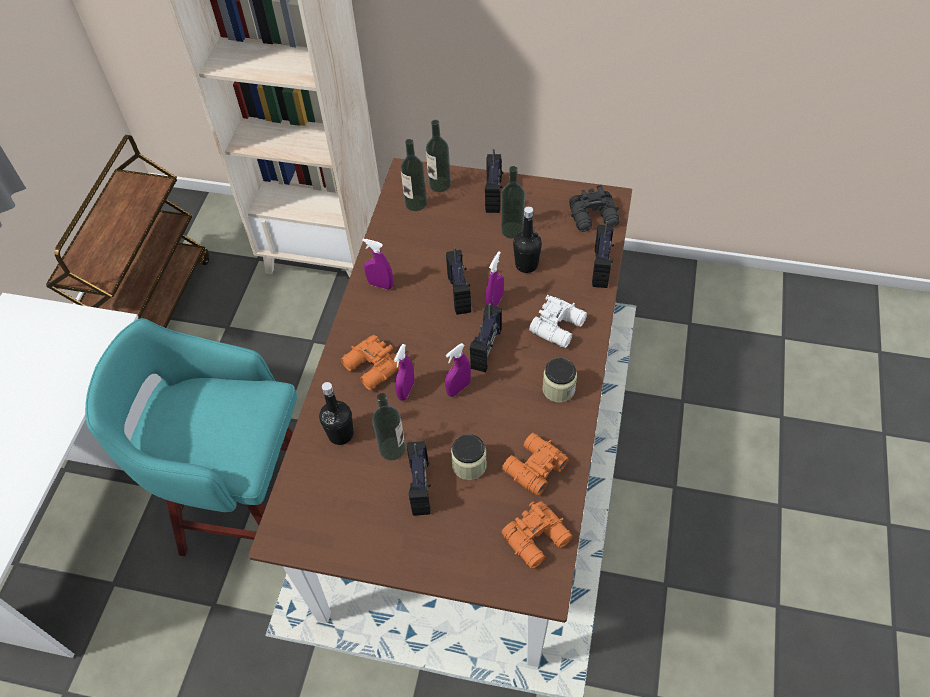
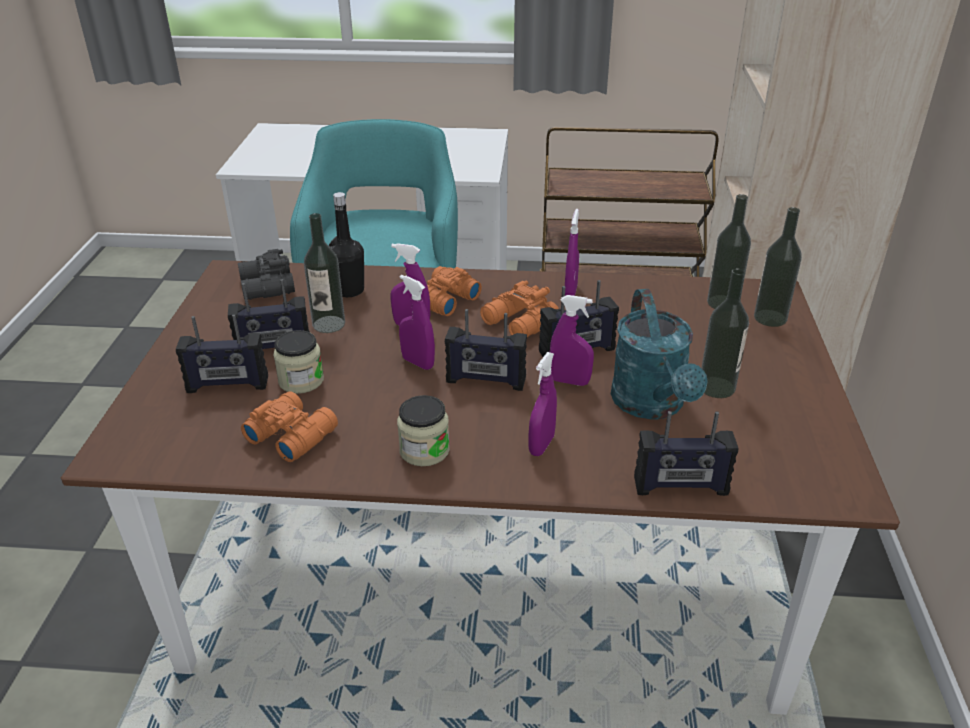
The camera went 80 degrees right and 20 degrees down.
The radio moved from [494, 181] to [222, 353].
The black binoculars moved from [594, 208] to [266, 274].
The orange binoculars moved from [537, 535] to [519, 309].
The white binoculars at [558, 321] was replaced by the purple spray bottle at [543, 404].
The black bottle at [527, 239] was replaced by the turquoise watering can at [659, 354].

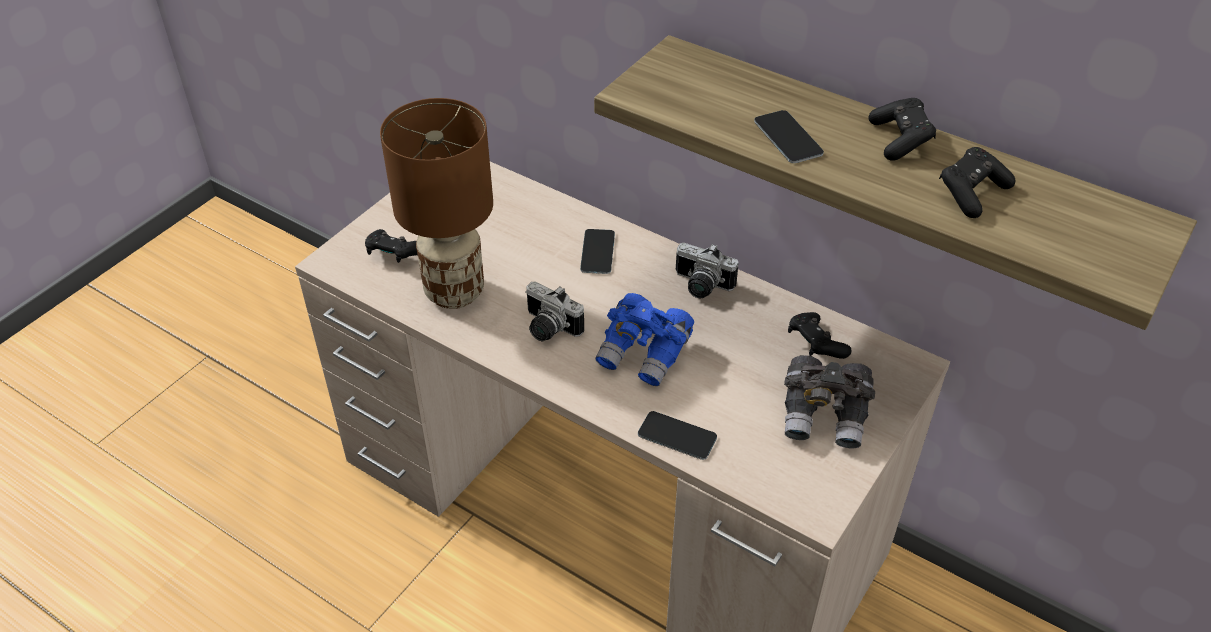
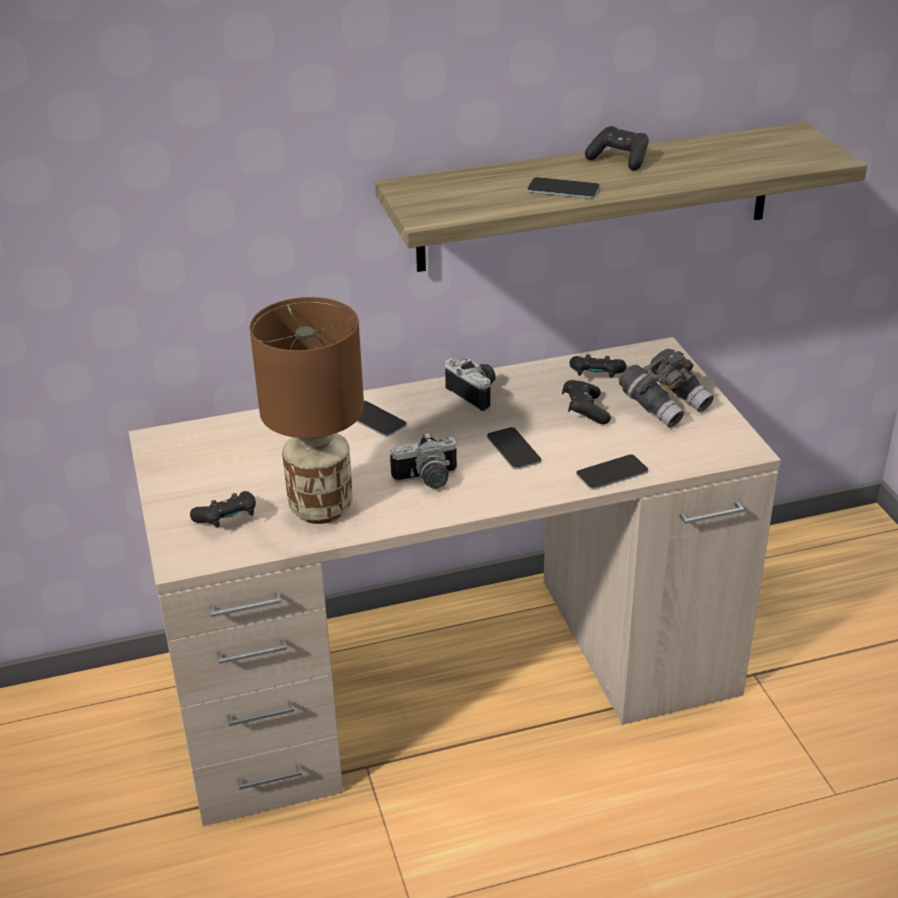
The camera went 50 degrees left and 10 degrees down.
The photo camera at [707, 270] turned 105 degrees counterclockwise.
The blue binoculars at [644, 339] was replaced by the phone at [514, 448].
The black game controller moved from [977, 182] to [586, 402].

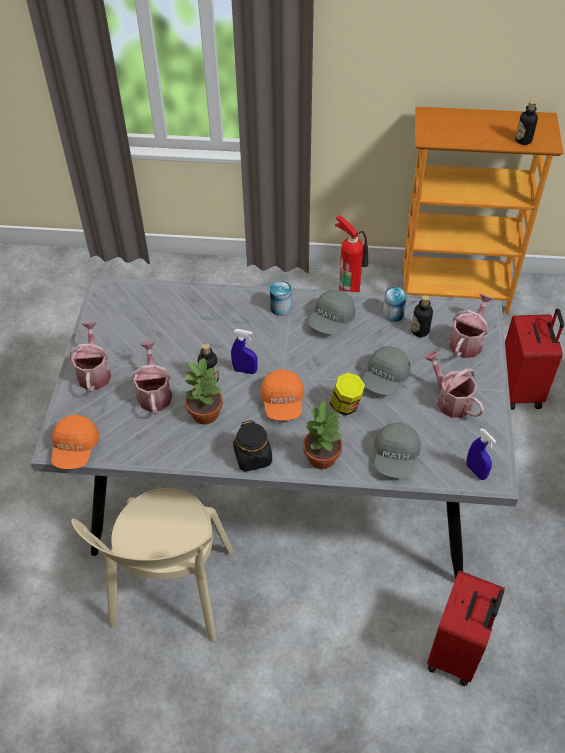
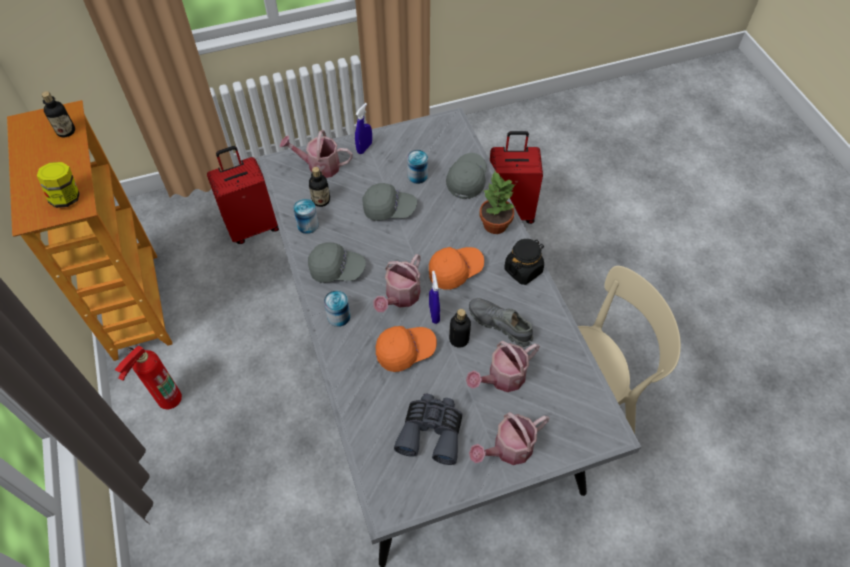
The camera went 115 degrees left and 5 degrees up.
The jar moved from [347, 394] to [58, 185].
The blue spray bottle moved from [481, 454] to [363, 128].
The watering can moved from [453, 384] to [397, 283].
The orange cap moved from [75, 441] to [406, 349].
The grey binoculars at [428, 429] appeared.
The can at [417, 167] appeared.
The grey cap at [397, 450] turned 60 degrees counterclockwise.
The potted plant at [203, 391] was replaced by the grey shoe at [501, 322].

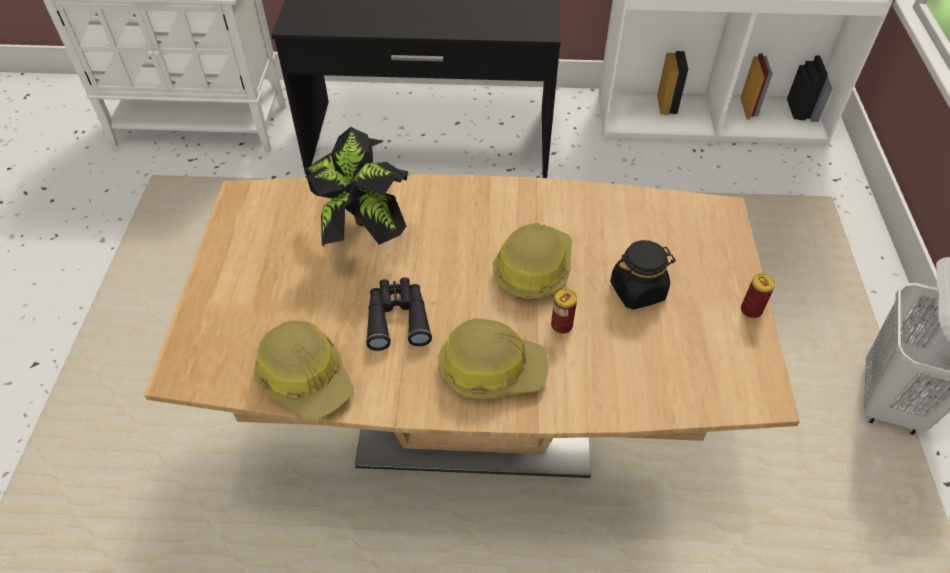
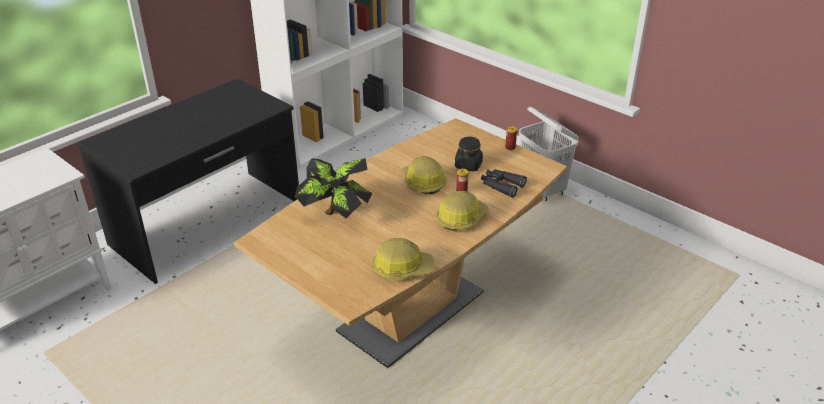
The camera went 50 degrees left and 15 degrees down.
The black binoculars moved from [399, 314] to [504, 183].

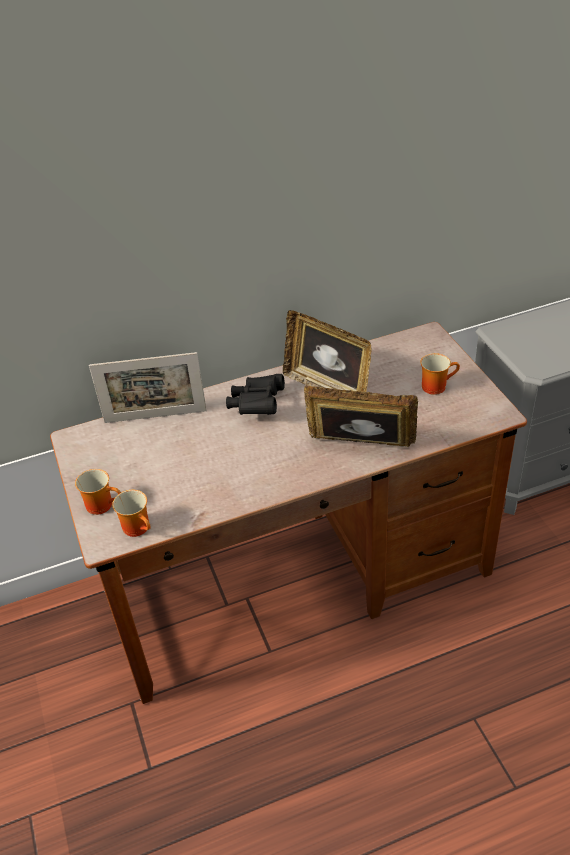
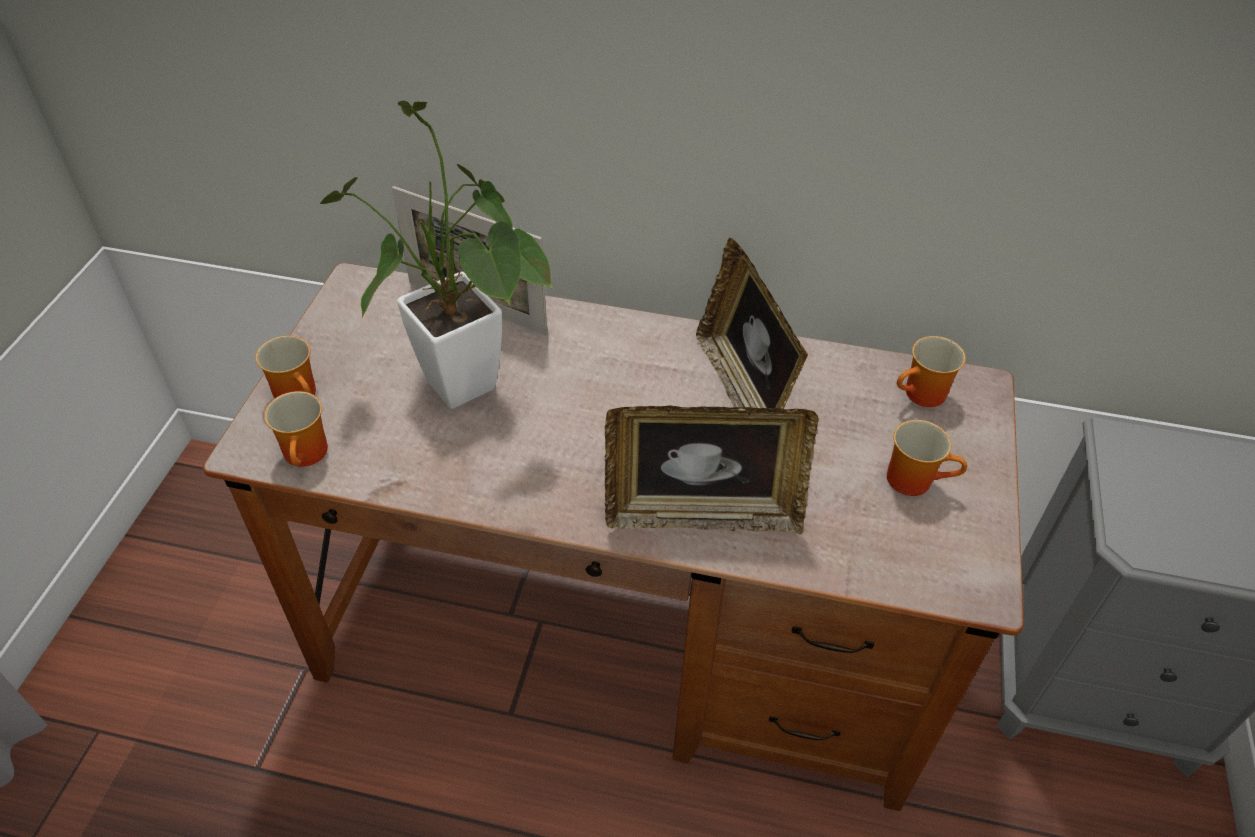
The camera went 30 degrees right and 5 degrees up.
The potted plant at [437, 255] appeared.
The picture frame at [361, 416] turned 135 degrees clockwise.
The mug at [931, 371] appeared.
The black binoculars at [255, 394] disappeared.

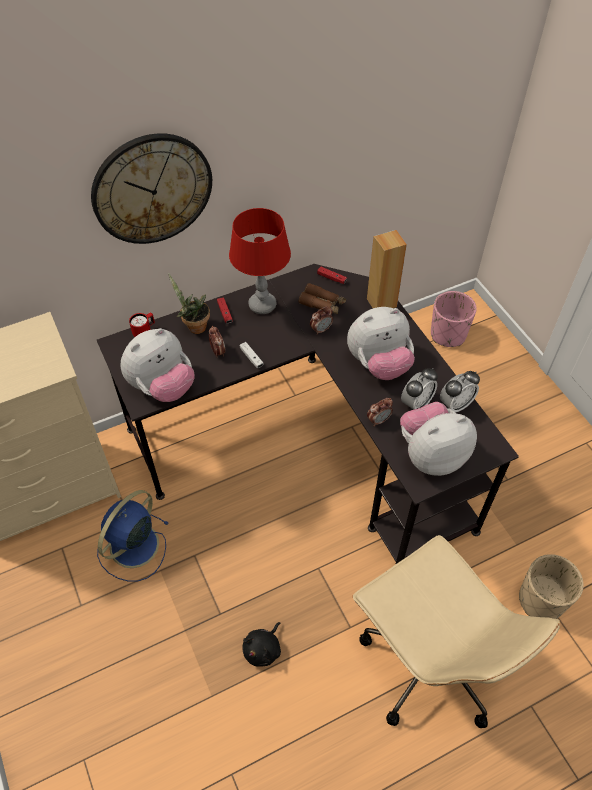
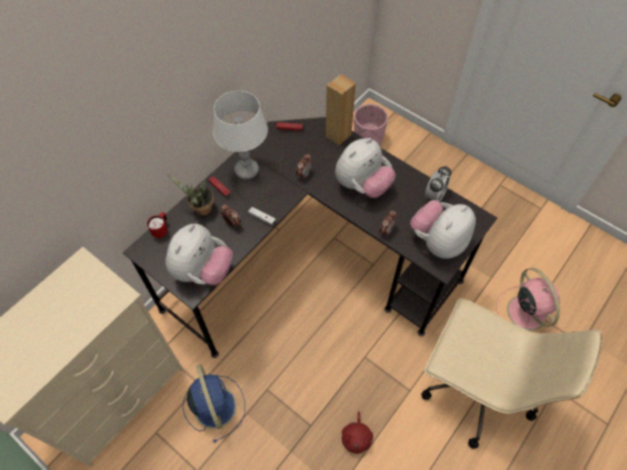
The camera went 25 degrees left and 5 degrees up.
The blue fan at [132, 536] turned 150 degrees clockwise.
The red table lamp at [260, 261] became the white table lamp at [240, 135].
The black plush toy at [261, 644] became the red plush toy at [357, 432].
The beige planter at [551, 586] was replaced by the pink fan at [528, 300].
The wall clock at [151, 188] disappeared.
The brown binoculars at [322, 298] disappeared.
The alarm clock at [419, 389] disappeared.

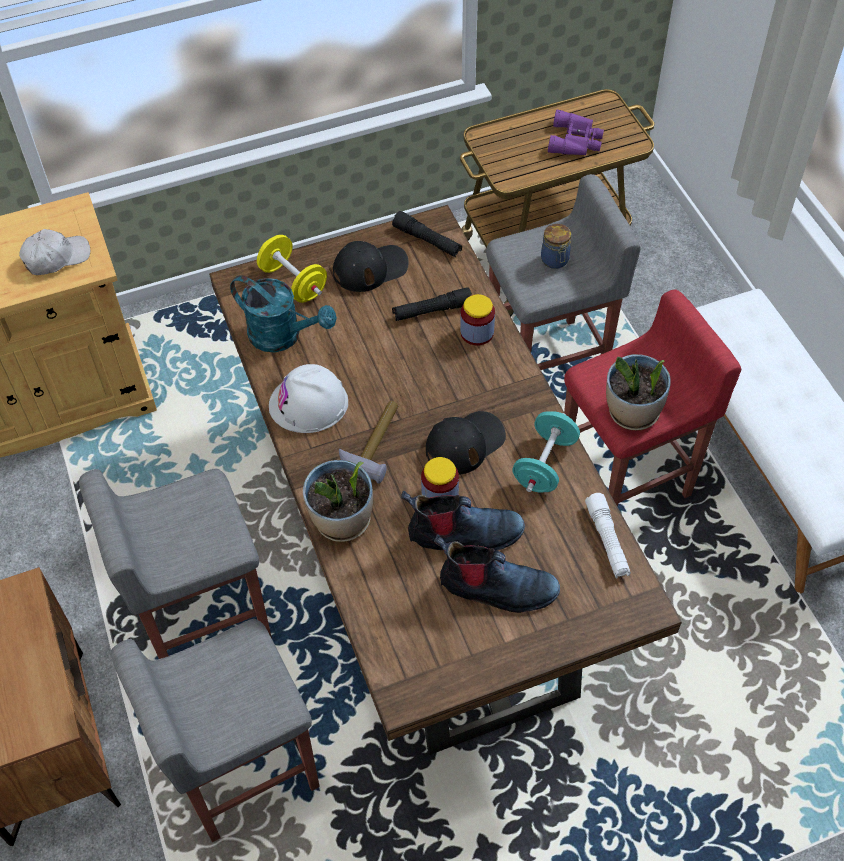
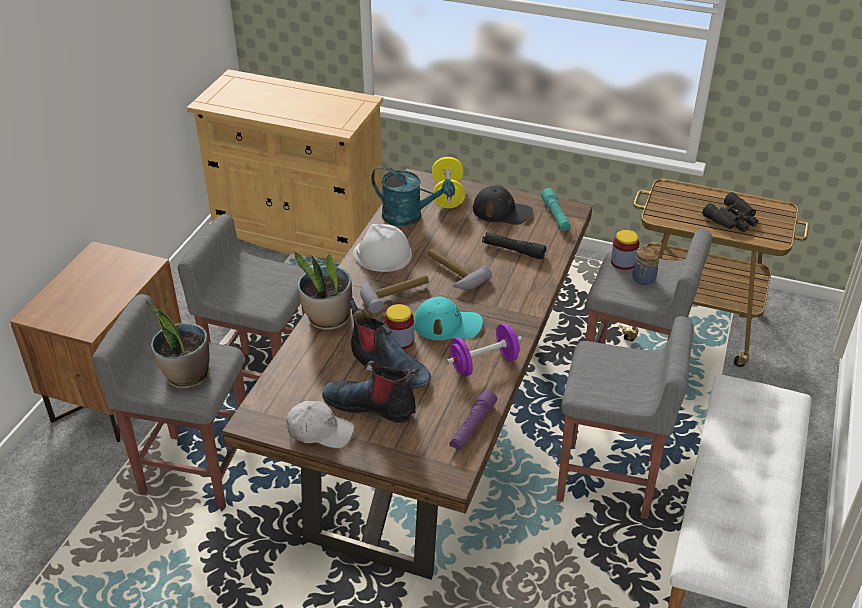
The camera went 40 degrees right and 15 degrees down.
The potted plant moved from [638, 392] to [178, 344].
The white cap moved from [54, 252] to [320, 424].
The boot at [497, 573] turned 150 degrees clockwise.
The turquoise watering can at [283, 313] turned 45 degrees counterclockwise.
The black cap at [466, 443] became the turquoise cap at [448, 318].
The hammer at [460, 269] appeared.
The turquoise dumbbell at [546, 452] became the purple dumbbell at [484, 349].
The white flashlight at [608, 536] became the purple flashlight at [473, 420].
The black flashlight at [427, 234] became the turquoise flashlight at [556, 209].
The red stool at [652, 398] became the grey stool at [625, 417].
The jar moved from [477, 320] to [625, 250].
The purple binoculars at [576, 132] became the black binoculars at [730, 212].

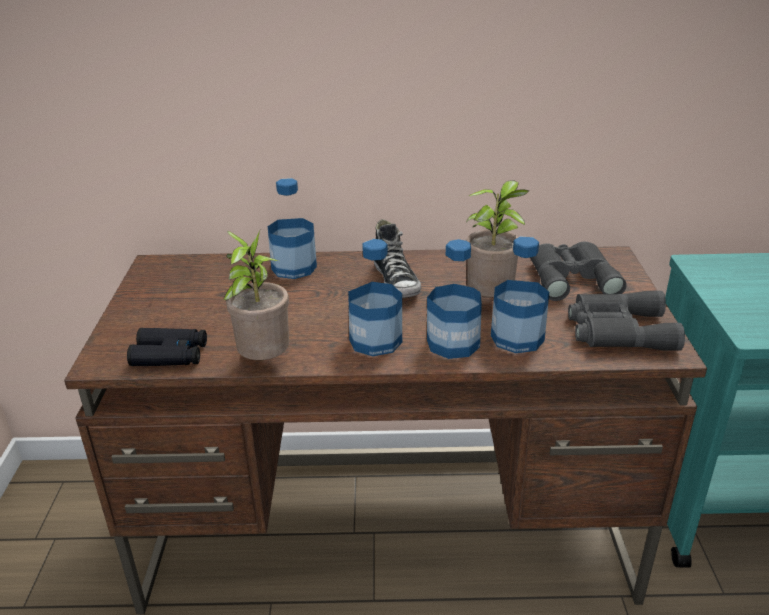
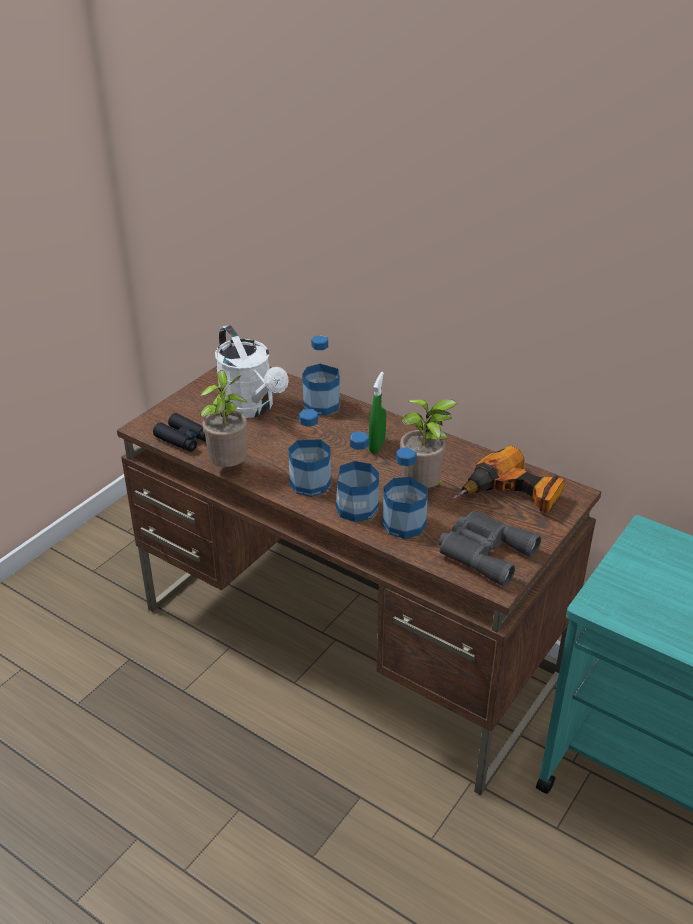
The camera went 35 degrees right and 5 degrees up.
The white watering can at [252, 371] appeared.
The shoe at [397, 258] was replaced by the green spray bottle at [377, 412].
The grey binoculars at [578, 271] was replaced by the power drill at [508, 479].

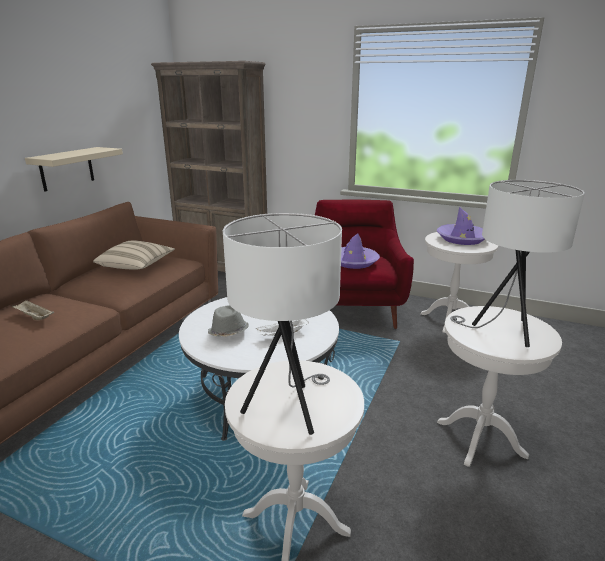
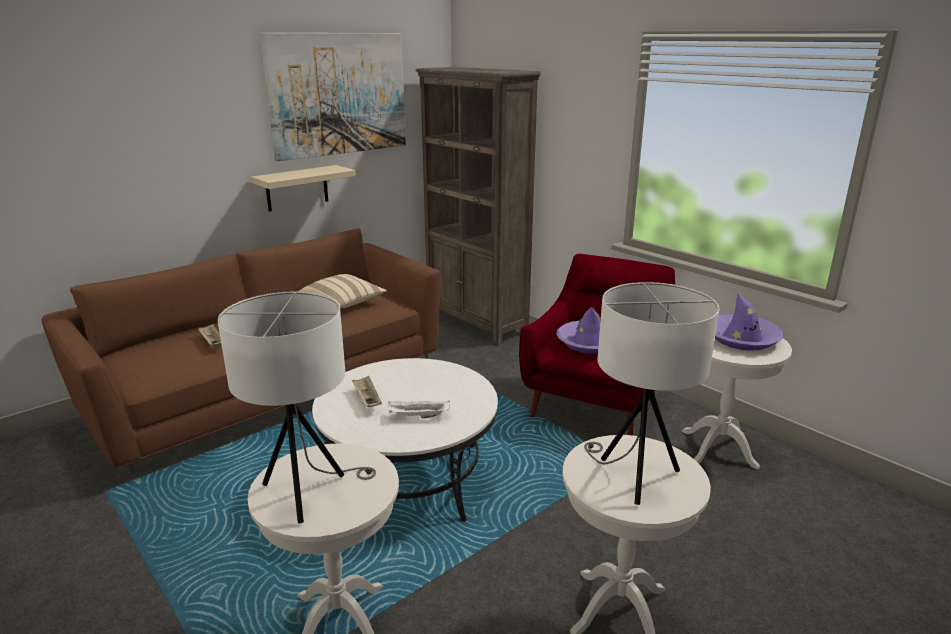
The camera went 25 degrees right and 0 degrees up.
The picture at [333, 97] appeared.
The grey hat at [228, 321] was replaced by the beige tray at [367, 391].

